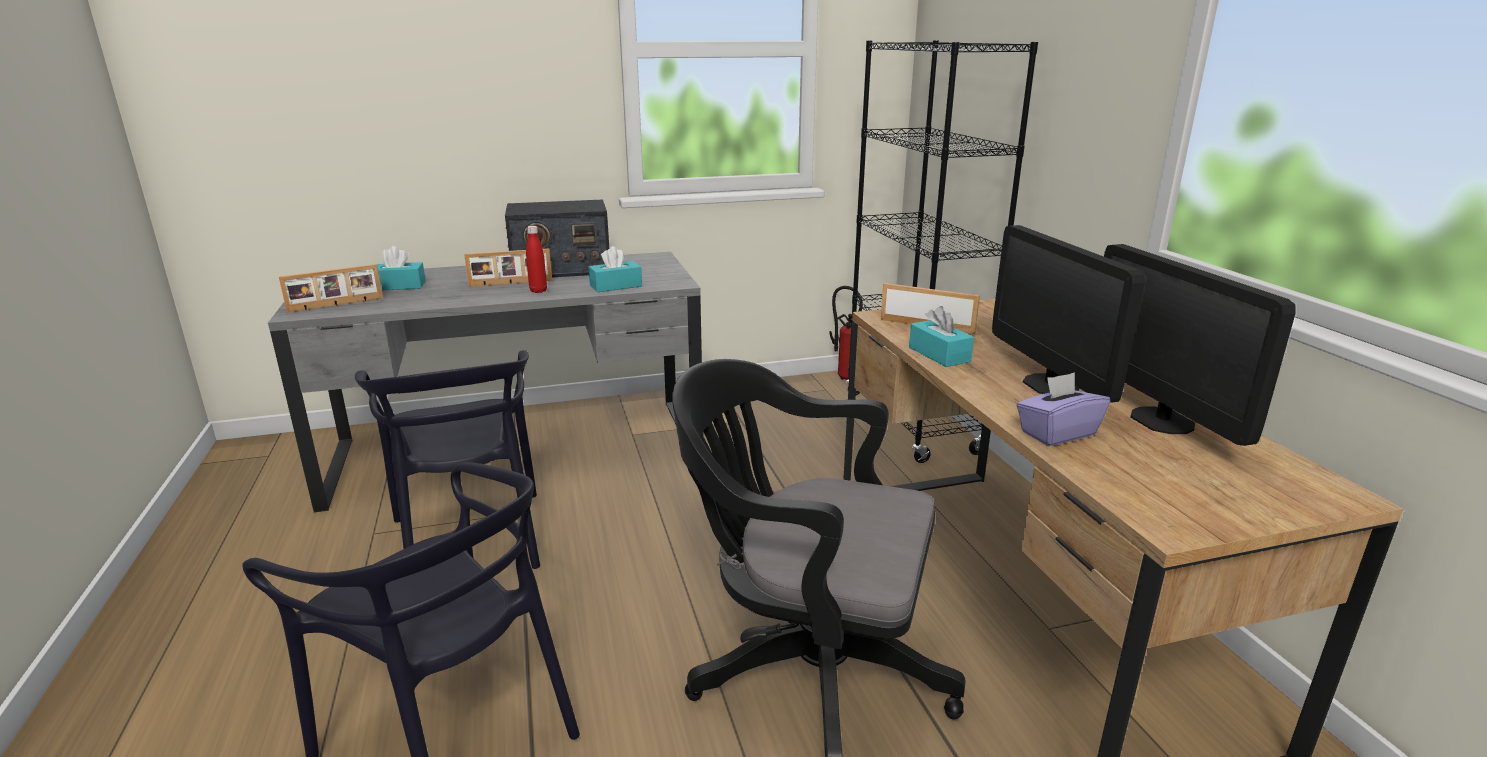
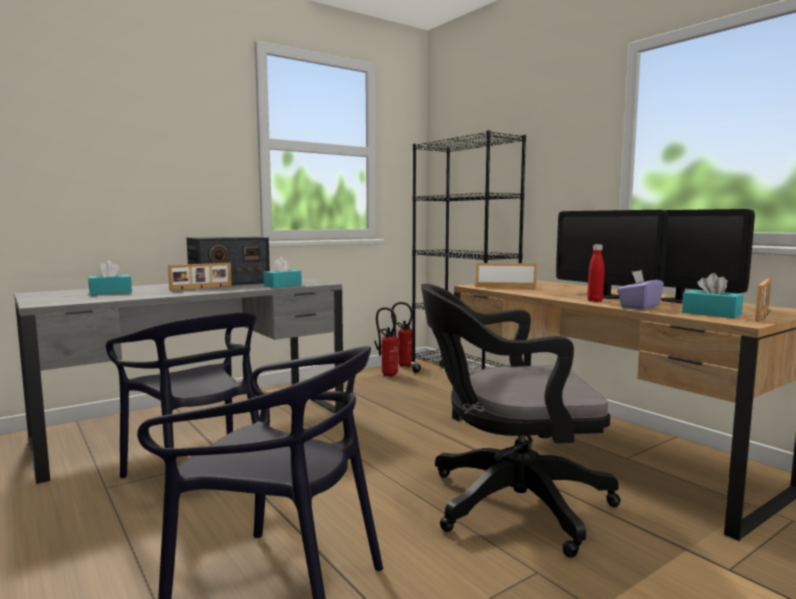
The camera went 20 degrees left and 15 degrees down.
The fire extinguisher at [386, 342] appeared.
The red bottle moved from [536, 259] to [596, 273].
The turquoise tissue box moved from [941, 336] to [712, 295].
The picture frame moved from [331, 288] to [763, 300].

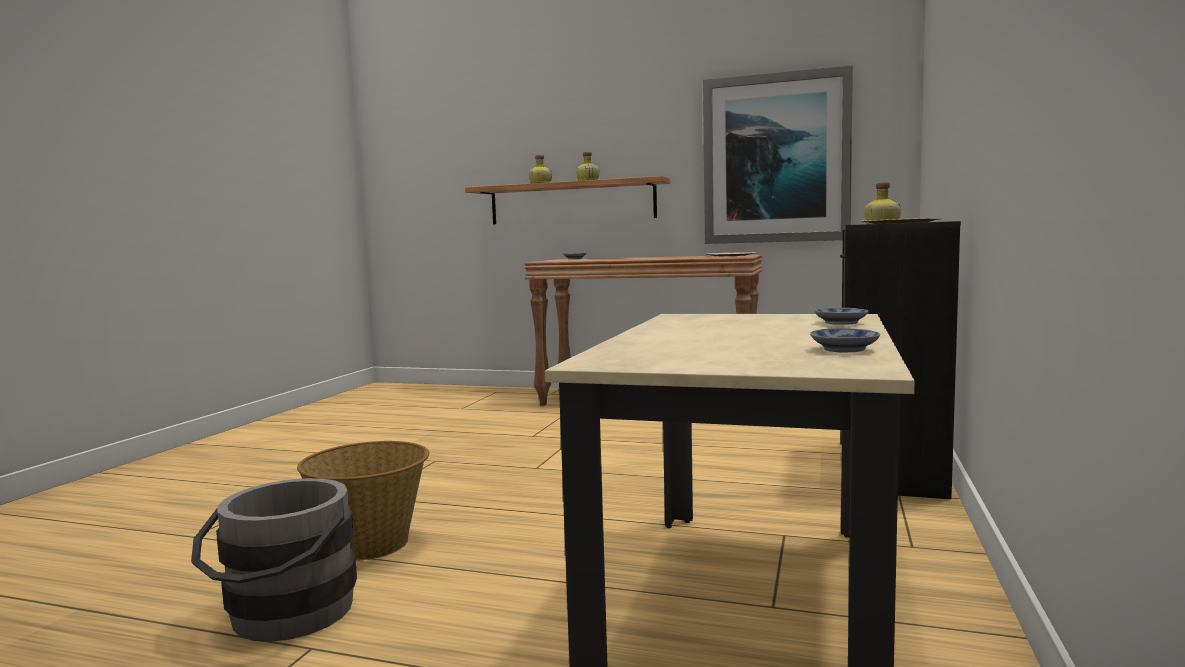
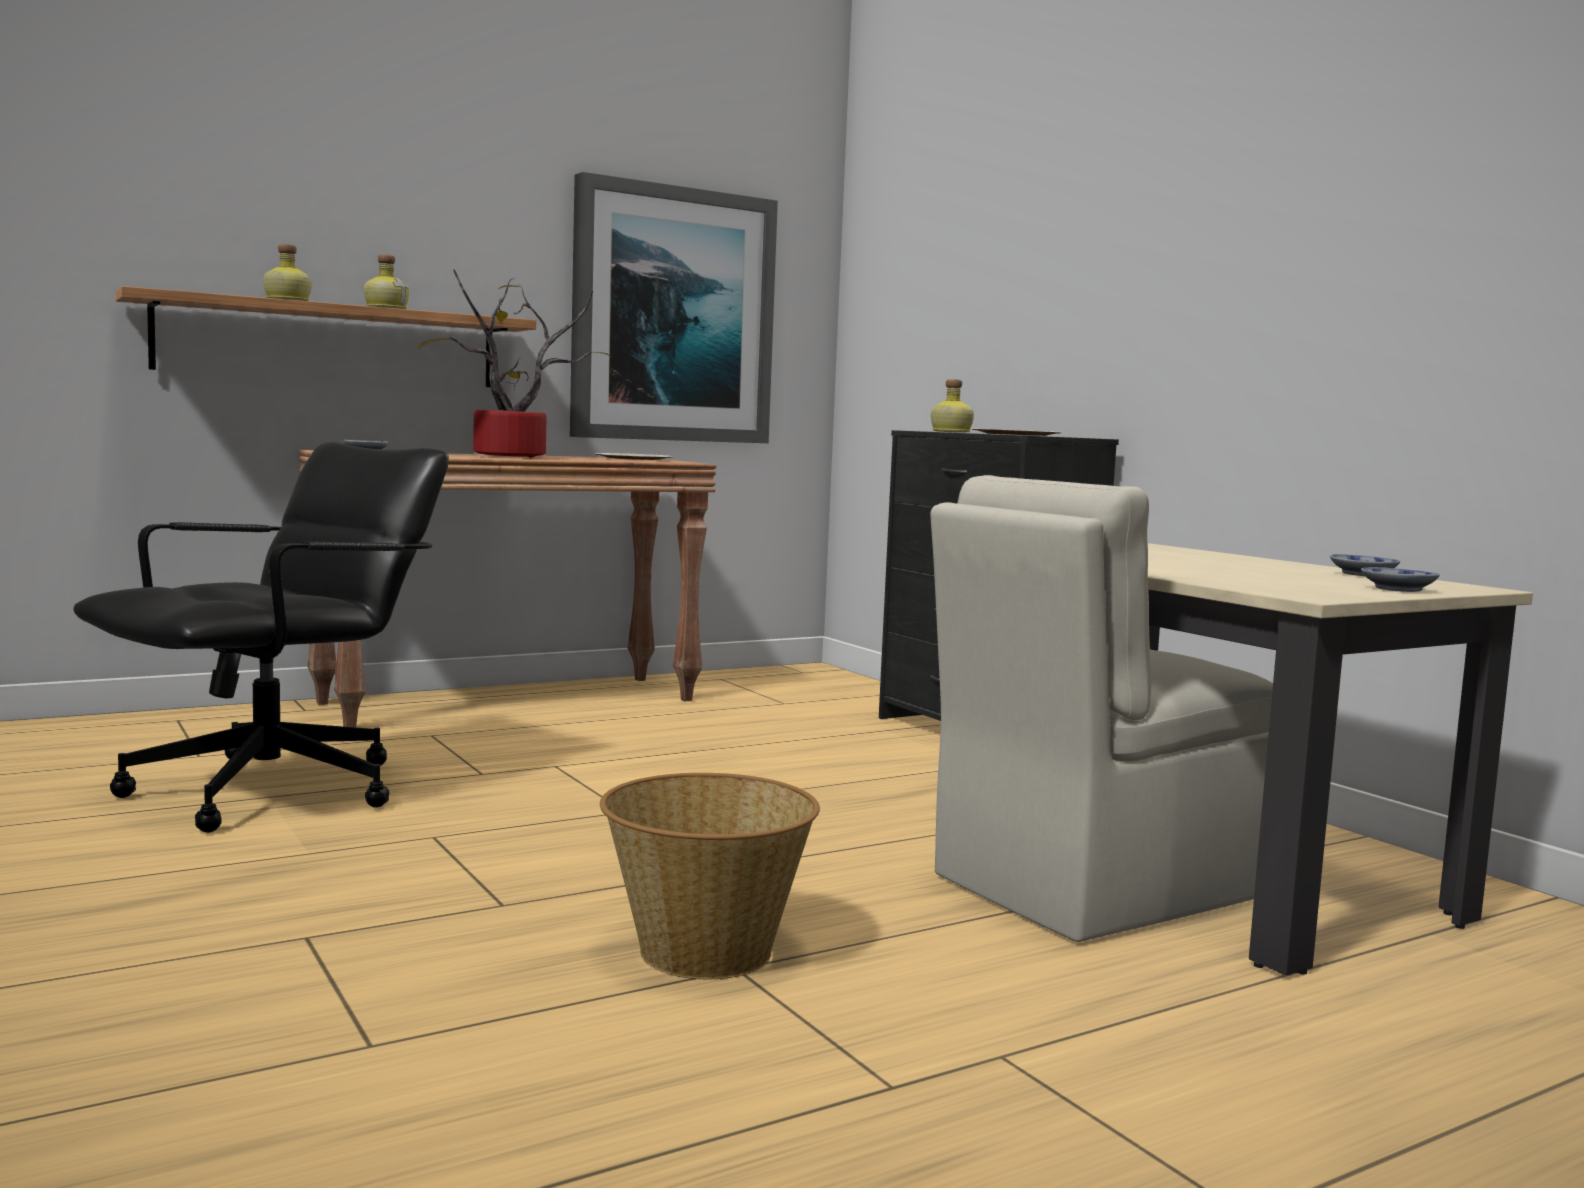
The camera went 50 degrees left and 0 degrees up.
The black office chair at [261, 637] appeared.
The potted plant at [514, 363] appeared.
The beige chair at [1101, 708] appeared.
The bowl moved from [842, 316] to [1400, 579].
The grey bucket at [274, 560] disappeared.

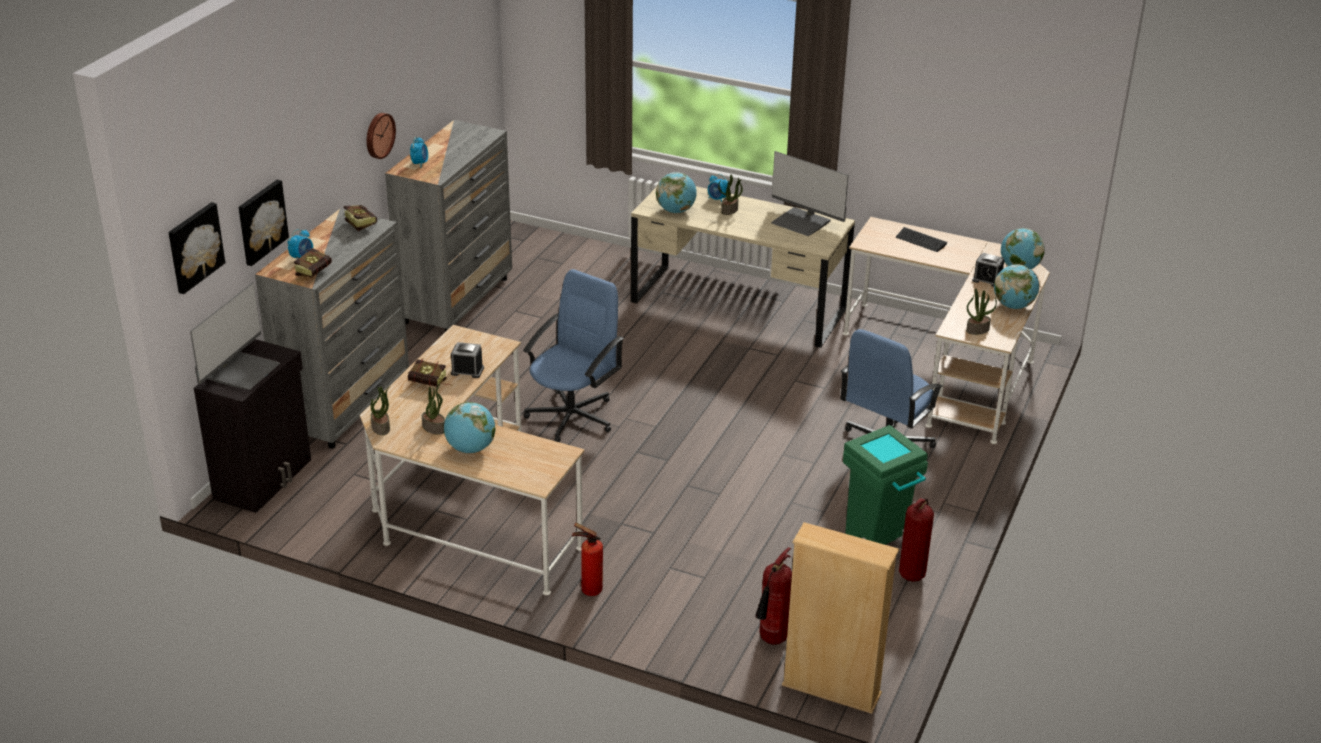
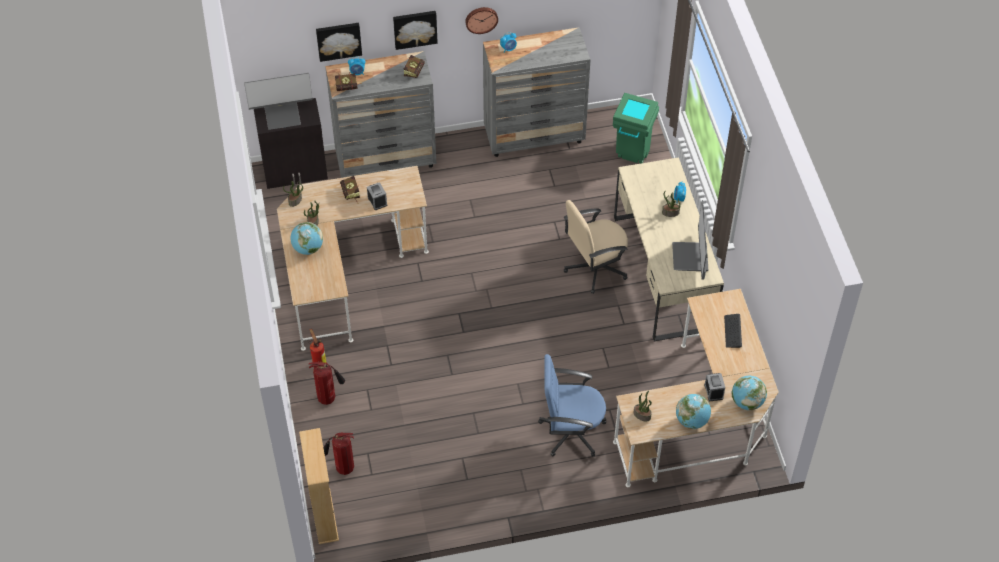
The camera went 55 degrees right and 20 degrees up.
The fire extinguisher moved from [916, 540] to [327, 383].
The picture moved from [196, 248] to [415, 30].
The beige office chair at [596, 247] appeared.
The green trash can moved from [885, 485] to [636, 128].
The blue office chair at [573, 355] disappeared.
The globe at [676, 192] disappeared.

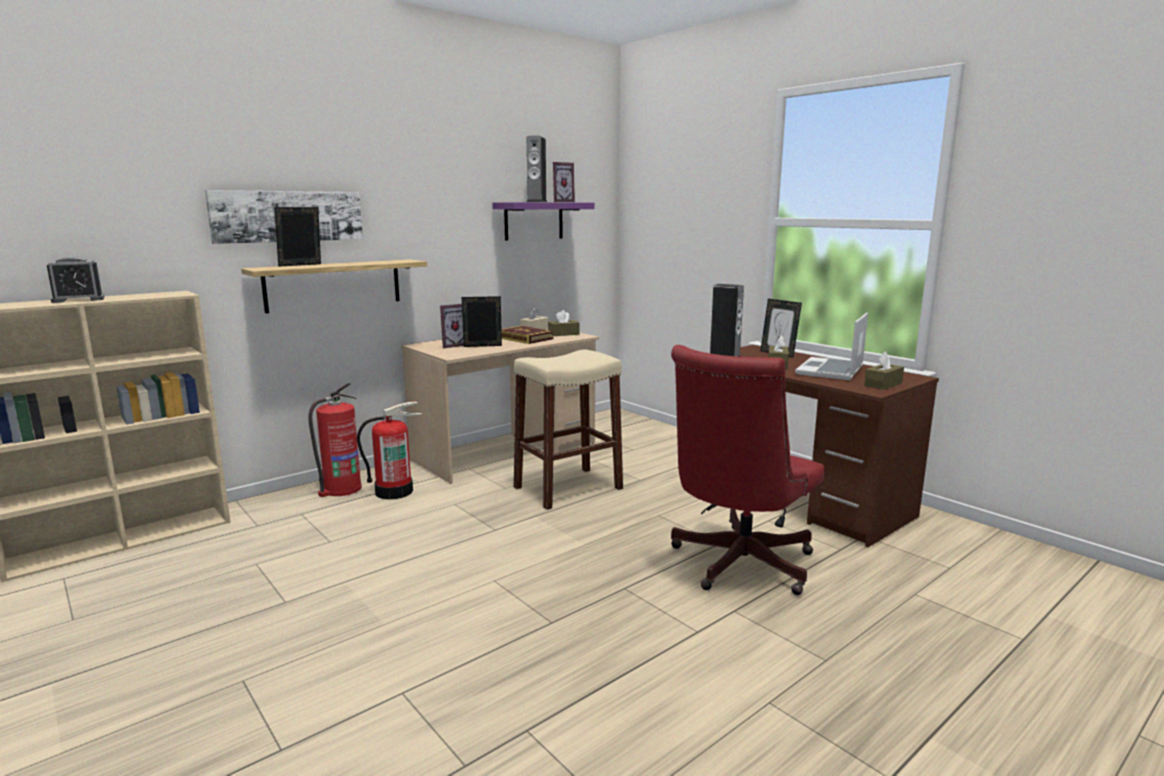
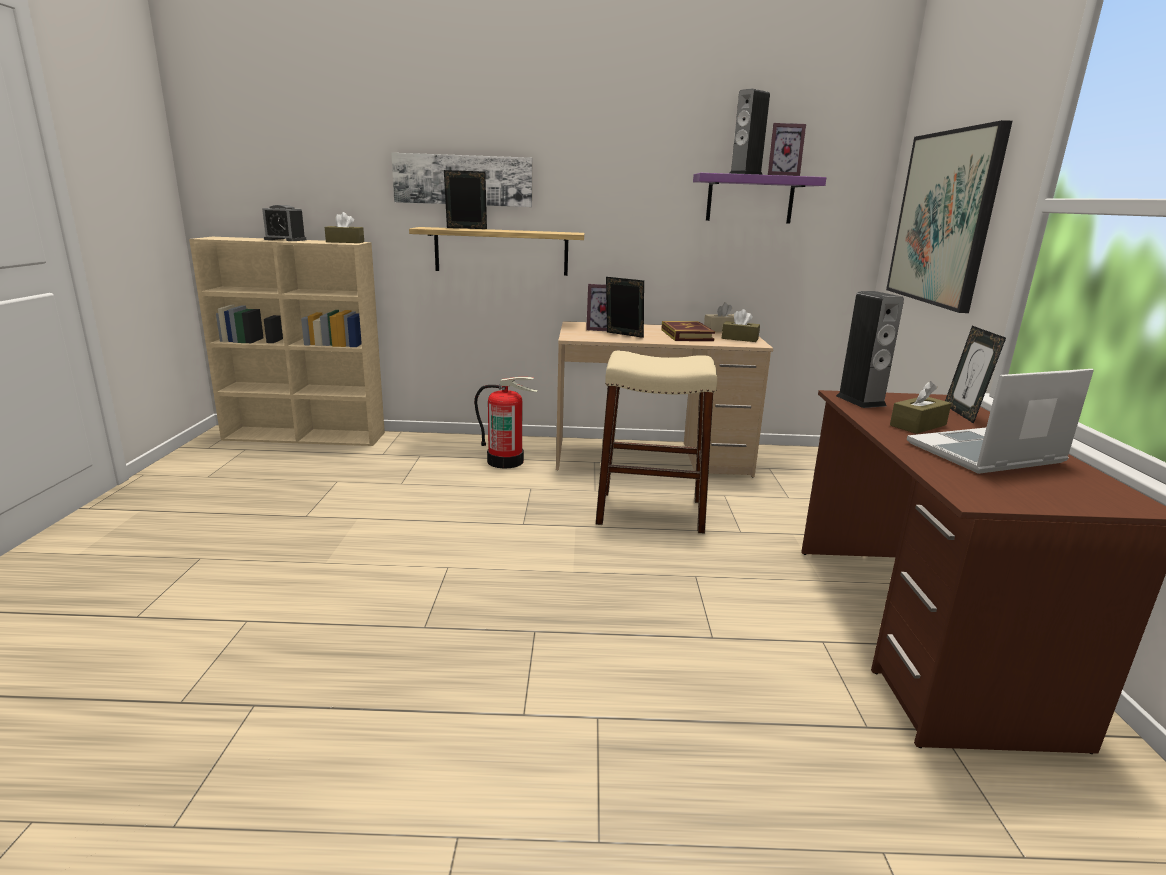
The camera went 40 degrees right and 5 degrees up.
The brown tissue box moved from [884, 370] to [344, 227].
The picture at [949, 216] appeared.
The fire extinguisher at [335, 440] disappeared.
The red office chair at [747, 470] disappeared.

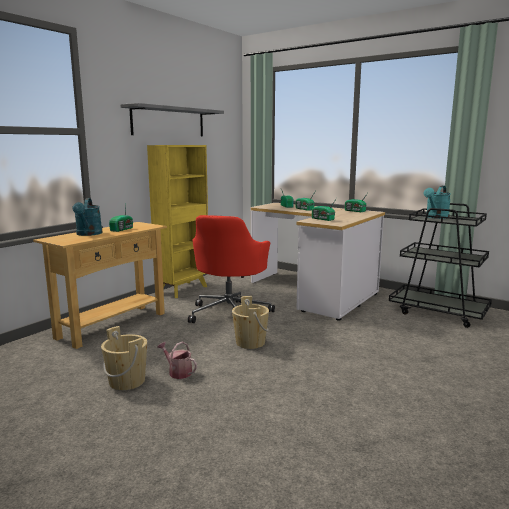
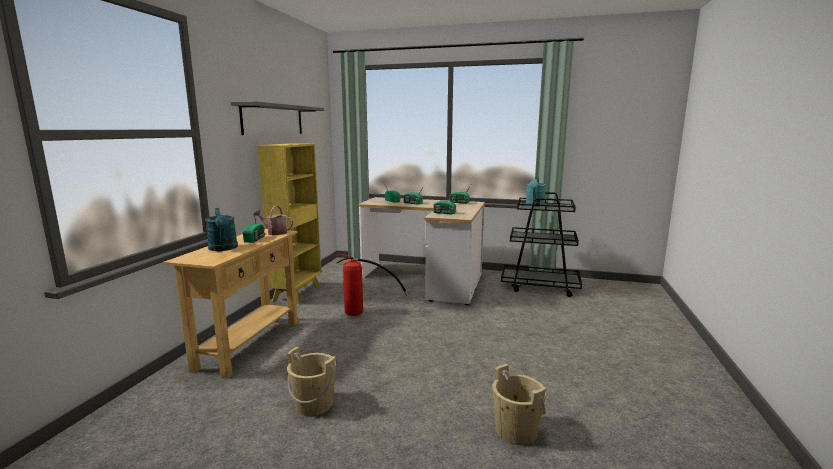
The camera went 20 degrees left and 0 degrees up.
The watering can moved from [177, 360] to [274, 220].
The red office chair at [231, 269] was replaced by the fire extinguisher at [372, 285].
The beige bucket moved from [250, 322] to [519, 404].

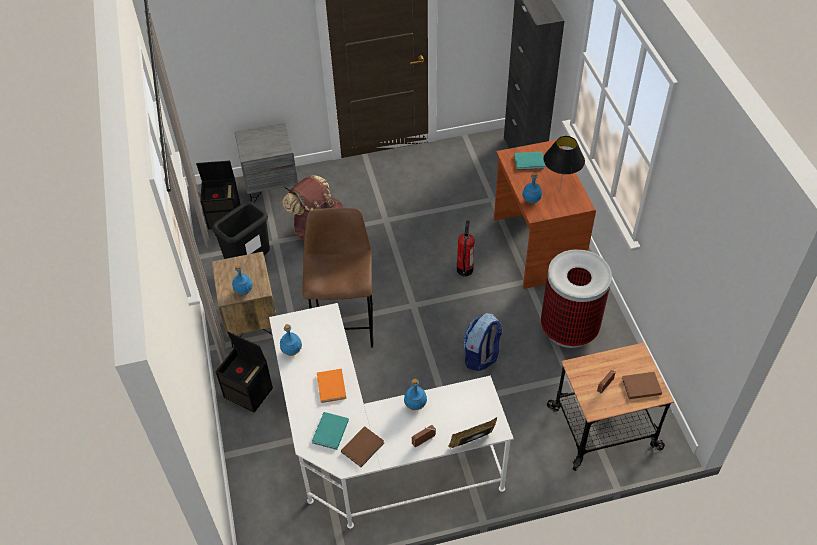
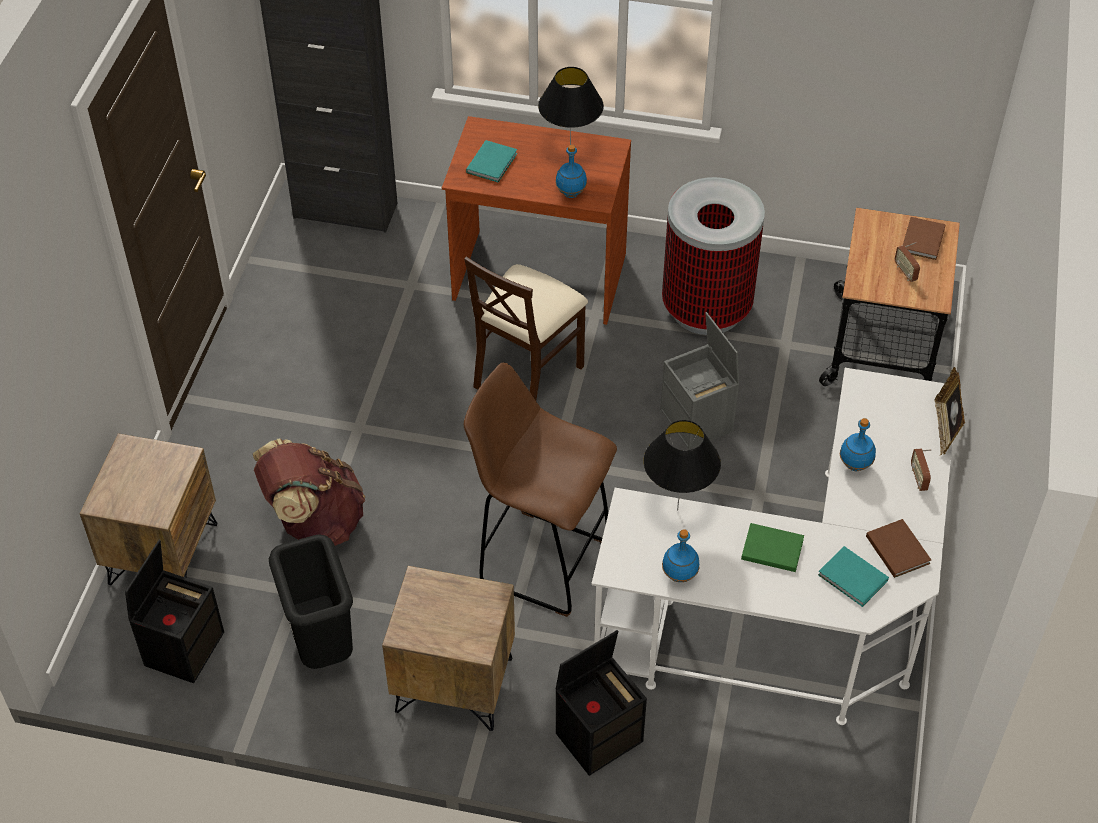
The camera went 65 degrees left and 0 degrees up.
The grey nightstand at [266, 163] became the brown nightstand at [148, 509].
The fire extinguisher at [466, 248] was replaced by the beige chair at [526, 328].
The black table lamp at [682, 465] appeared.
The backpack at [483, 342] was replaced by the grey storage box at [699, 380].
The orange book at [331, 386] became the green book at [772, 547].
The blue bottle at [242, 280] disappeared.

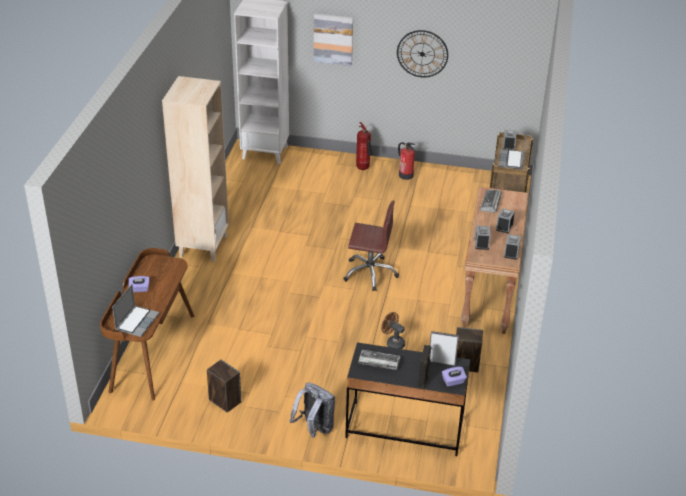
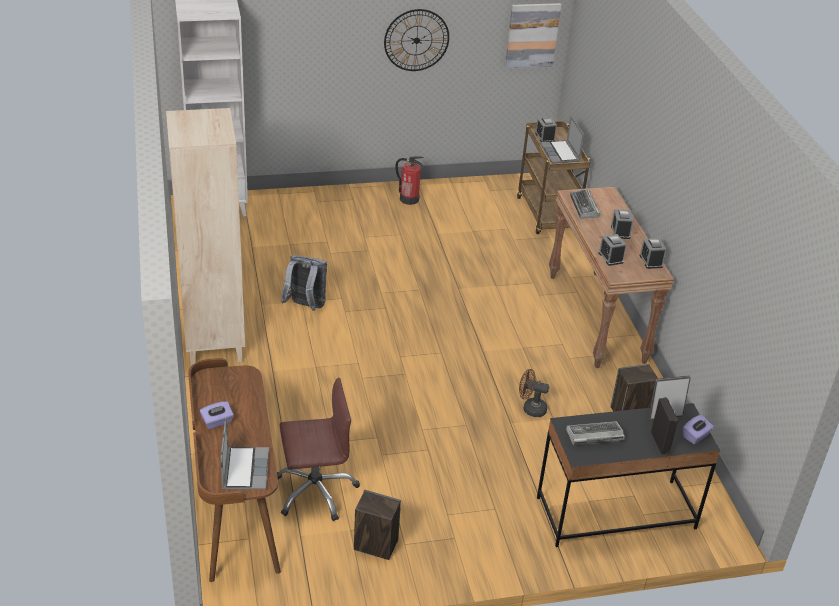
The camera went 25 degrees left and 0 degrees up.
The brown office chair moved from [371, 246] to [318, 449].
The grey backpack moved from [312, 410] to [304, 283].
The picture moved from [333, 40] to [533, 35].
The fire extinguisher at [364, 146] disappeared.

